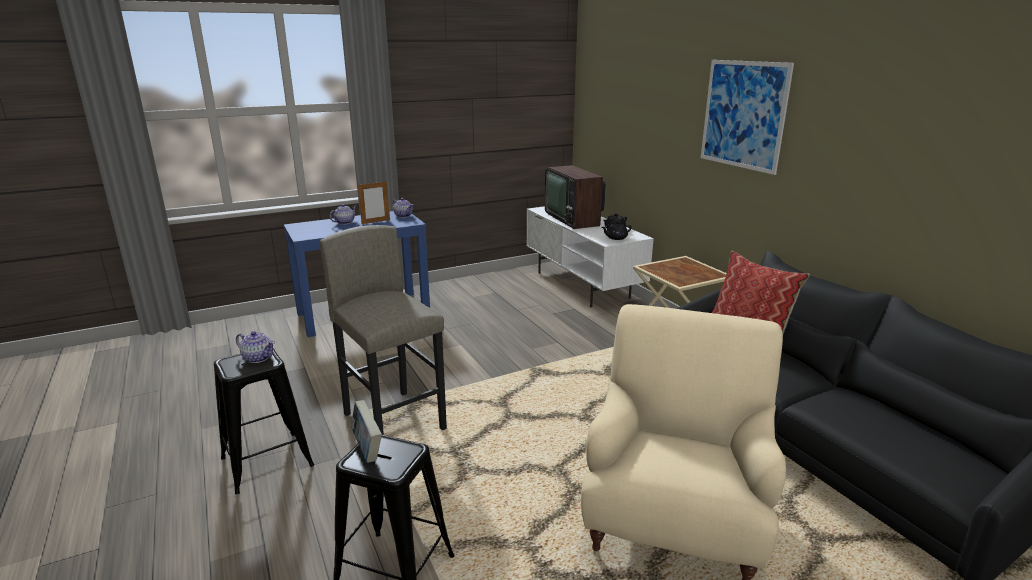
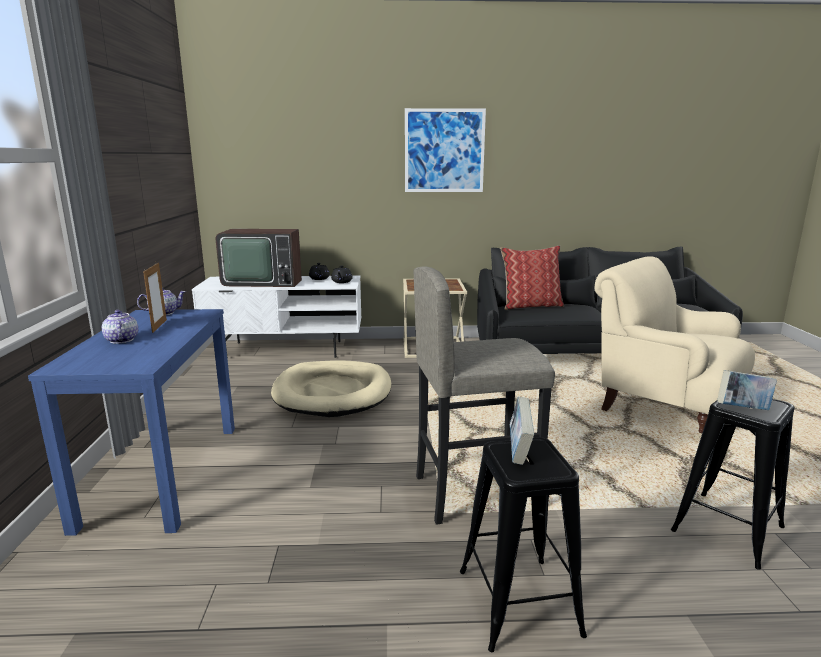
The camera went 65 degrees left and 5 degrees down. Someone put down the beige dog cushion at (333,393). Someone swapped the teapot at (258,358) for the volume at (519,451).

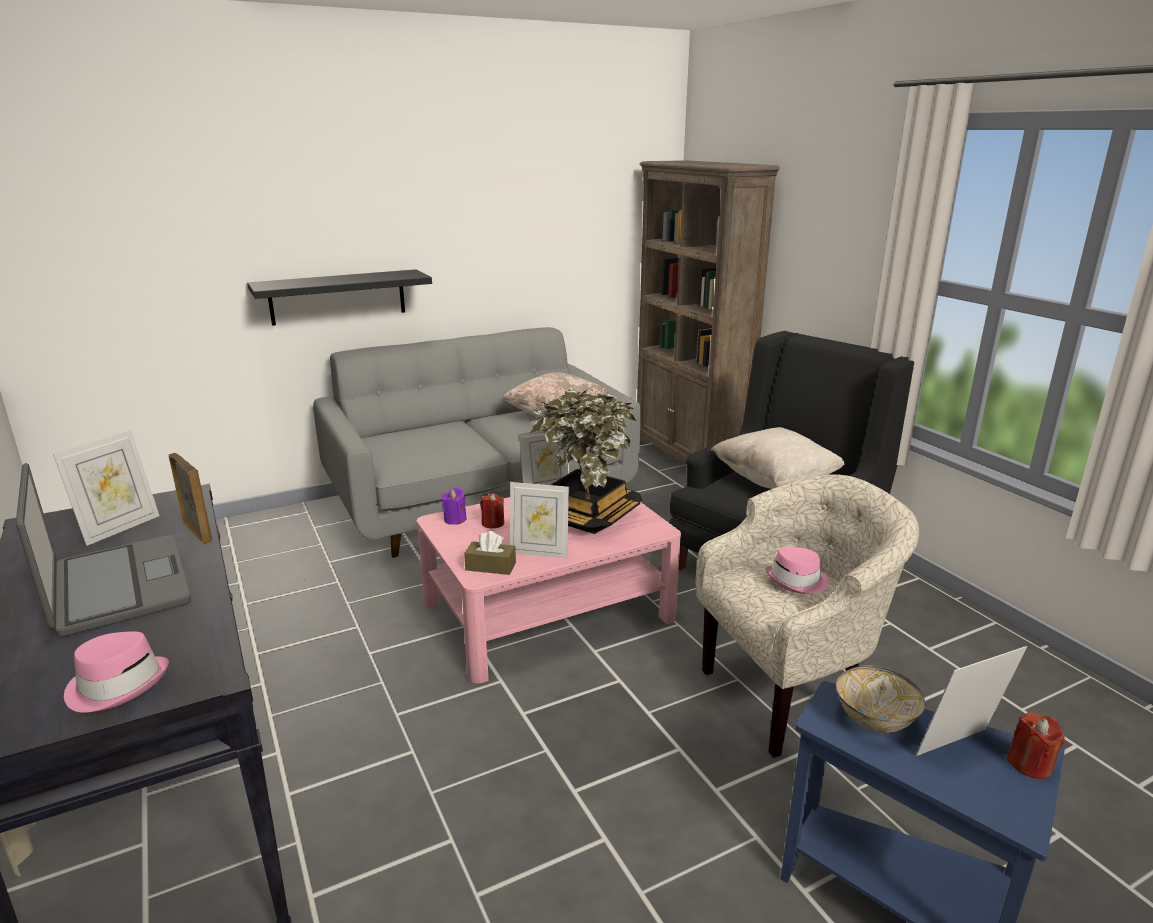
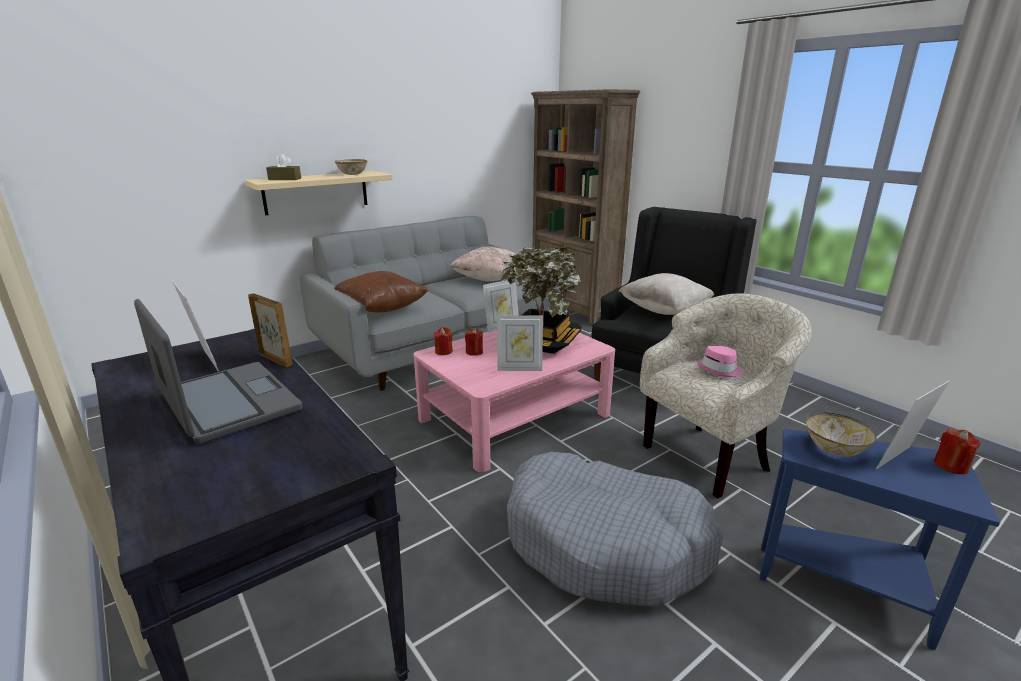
The camera went 10 degrees left and 0 degrees up. Someone rotated the photo frame at (119,528) by 60 degrees counterclockwise. Someone repainted the black-coloured bracket shelf at (338,297), which became the beige bracket shelf at (316,192). Someone carried the brownish box of tissues from (490,566) to (285,179). Someone put down the brownish cushion at (382,309). Someone put down the serving bowl at (352,174). Someone repainted the purple wax light at (455,519), which became the red-coloured wax light at (443,351). Someone put down the greyish dog cushion at (606,543). Someone took away the pink hat at (118,684).

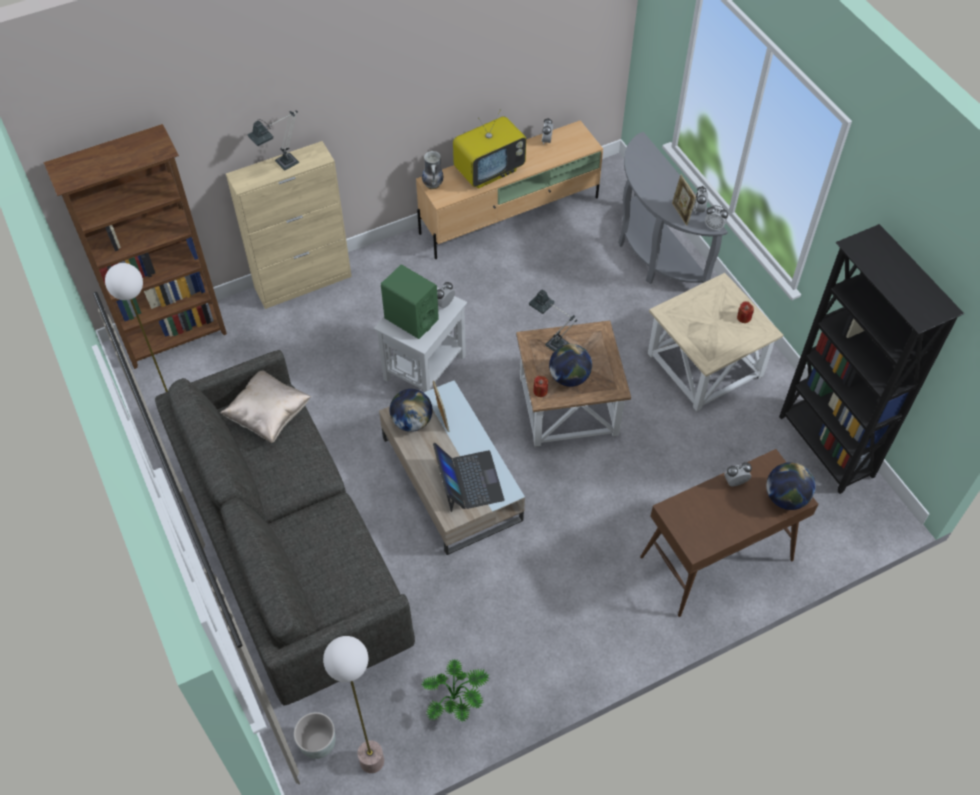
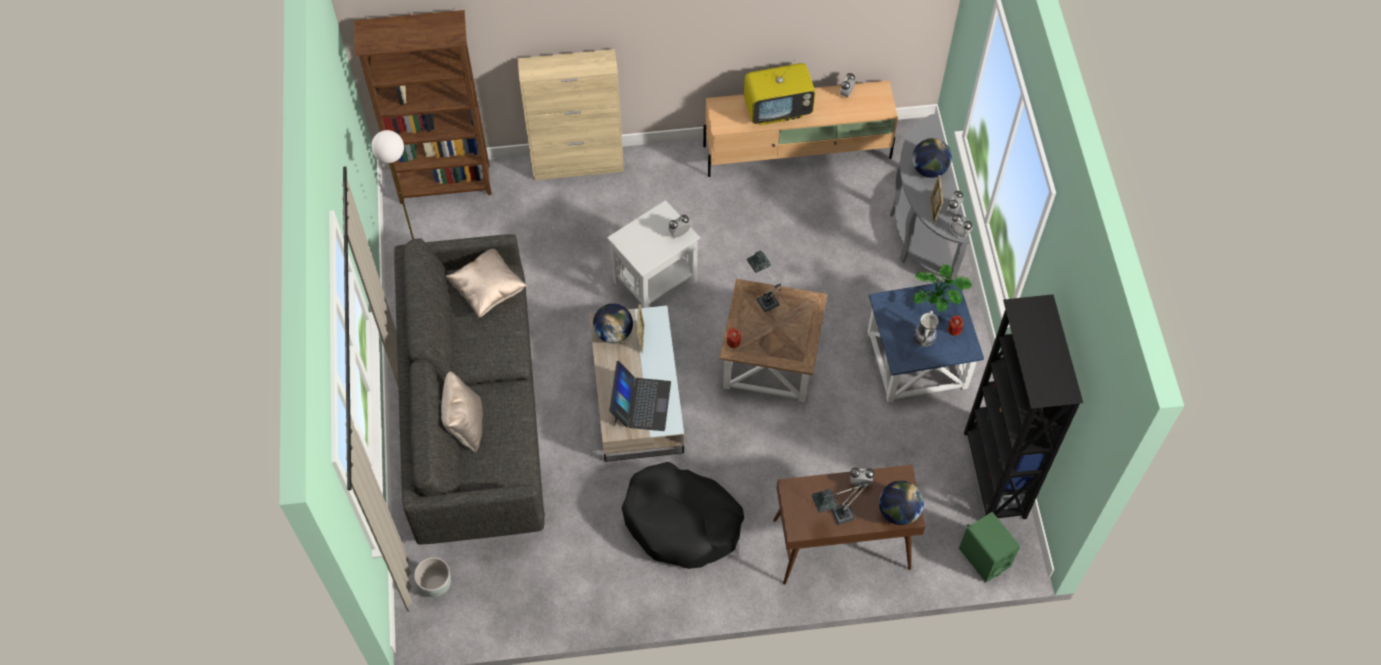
The camera went 20 degrees right and 5 degrees up. Someone put down the beige cushion at (465,425). Someone put down the black-coloured dog cushion at (681,522). Someone carried the tabletop lamp from (282,165) to (837,516). Someone repainted the beige accent table at (705,363), which became the bluish accent table at (917,359). Someone carried the globe from (569,377) to (929,169). Someone carried the potted plant from (456,701) to (938,300). Someone carried the flower vase from (433,184) to (923,340). Someone carried the green audio speaker from (411,319) to (984,557). Someone took away the standing lamp at (371,761).

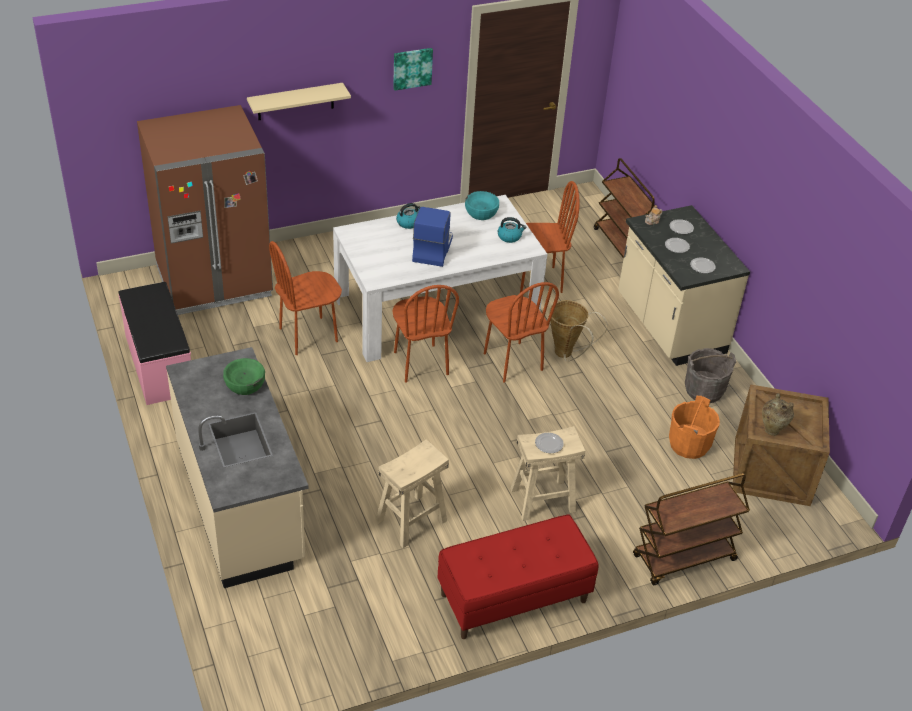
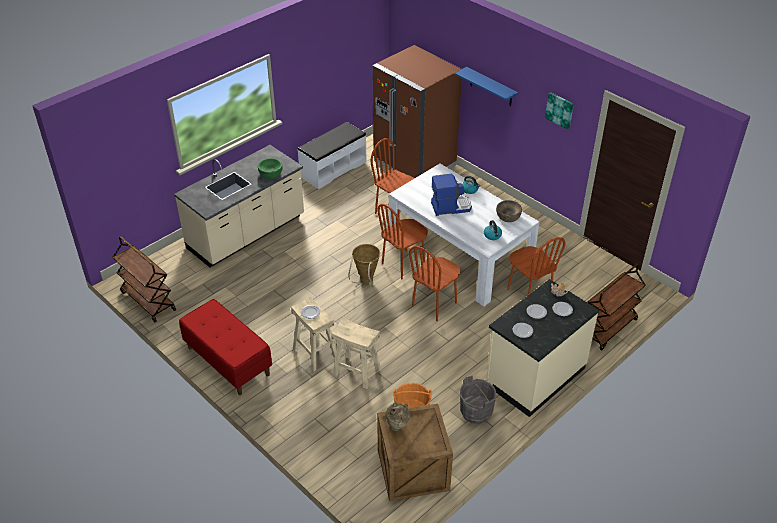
The camera went 70 degrees right and 0 degrees up. Someone carried the brownish wheeled cart from (684,559) to (147,301). Someone repainted the pink bench at (158,364), which became the whitish bench at (333,169). Someone carried the beige sitting stool from (411,521) to (356,372). Someone carried the basket from (567,354) to (365,283). Someone repainted the beige bracket shelf at (295,101), which became the bluish bracket shelf at (491,87). Someone repainted the turquoise serving bowl at (481,213), which became the brownish serving bowl at (508,216).

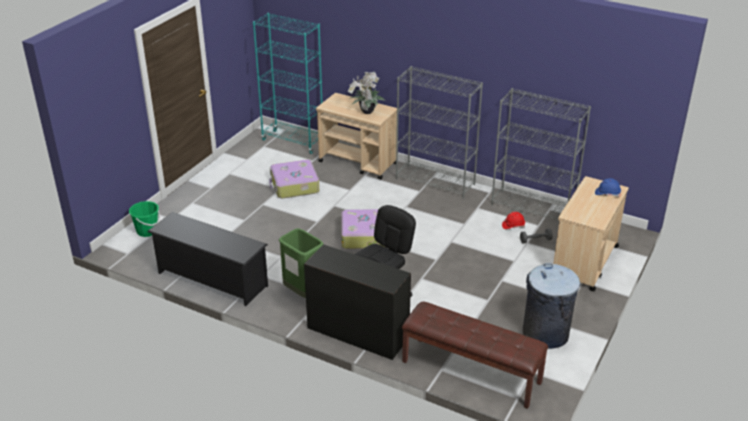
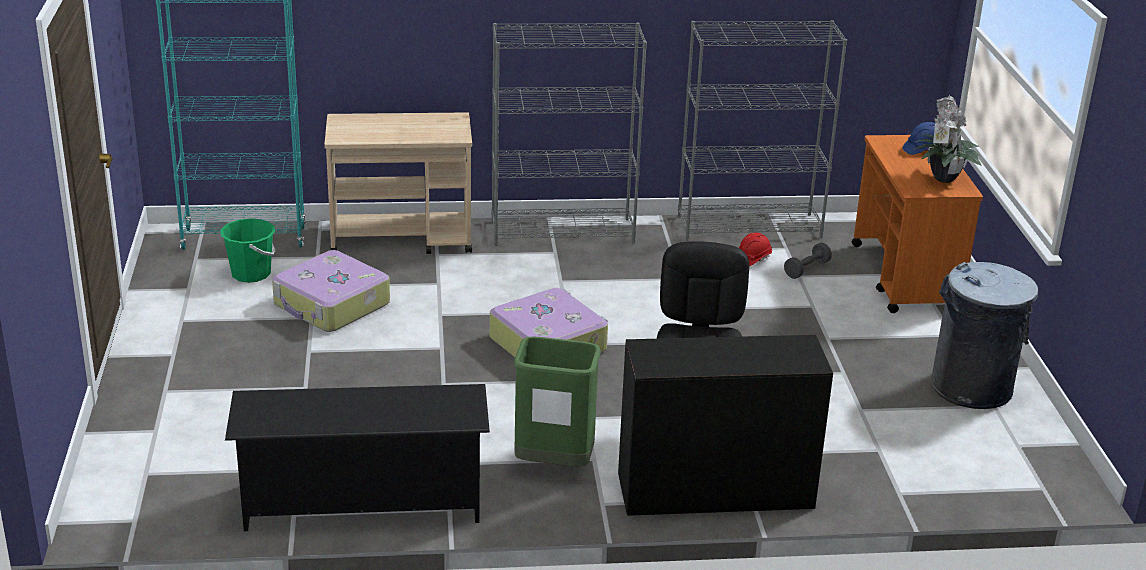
The camera went 35 degrees left and 5 degrees down. Someone carried the green water bucket from (147,231) to (251,274). Someone repainted the beige wheeled cart at (584,262), which became the orange wheeled cart at (905,277). Someone carried the potted plant from (366,112) to (942,179). Someone took away the brownish bench at (470,372).

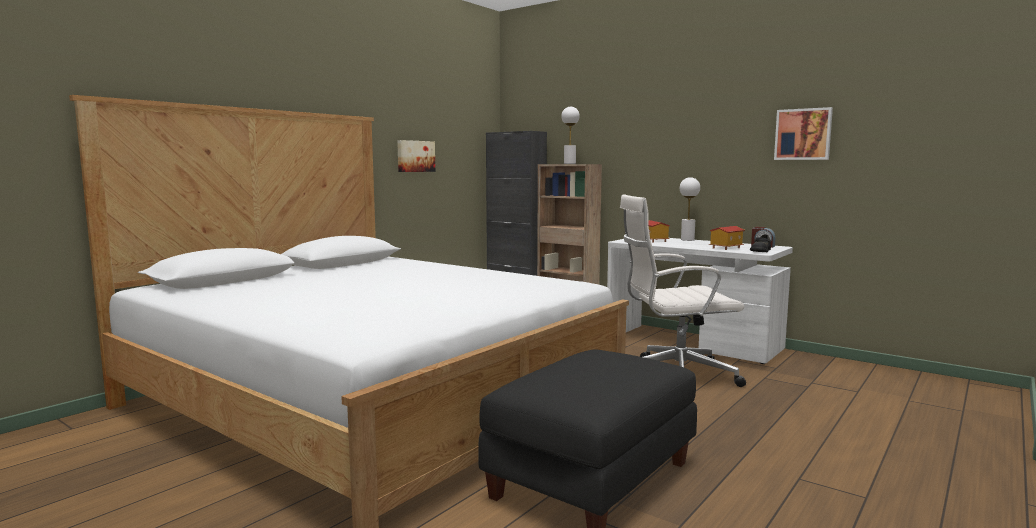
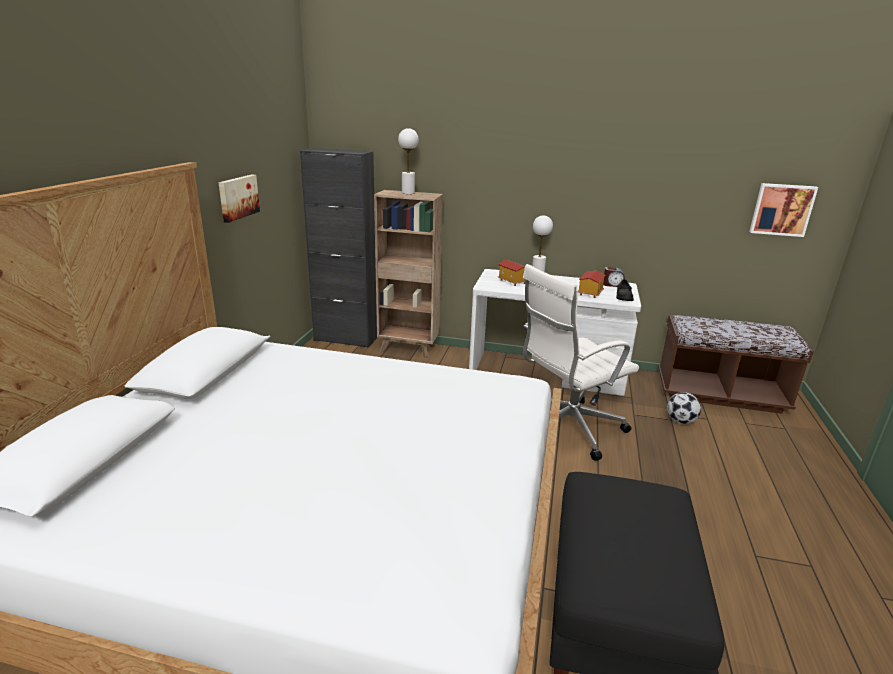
The camera went 25 degrees left and 15 degrees up. Someone put down the brownish bench at (720,394). Someone put down the ball for football at (680,421). Someone carried the picture from (803,134) to (781,209).

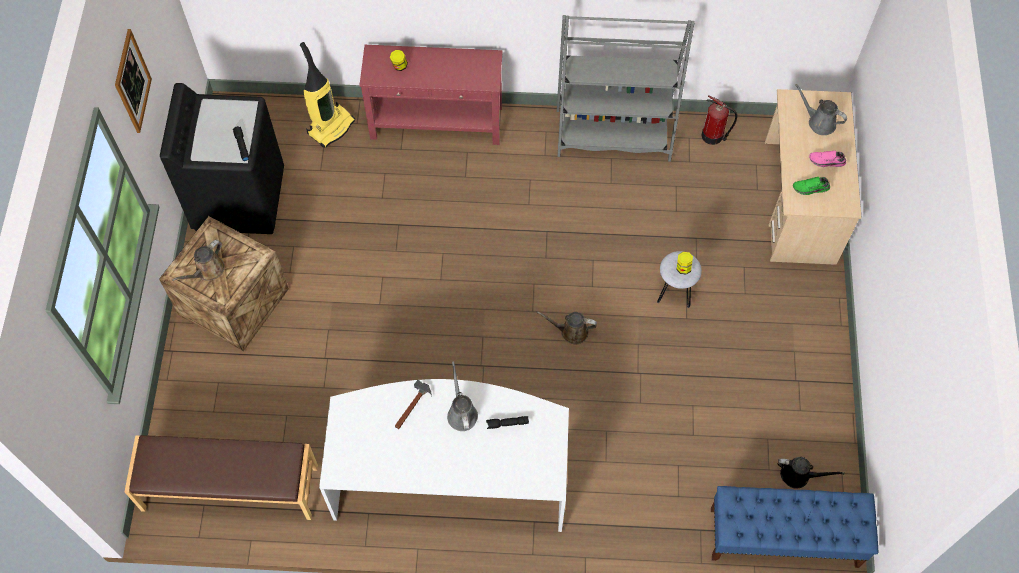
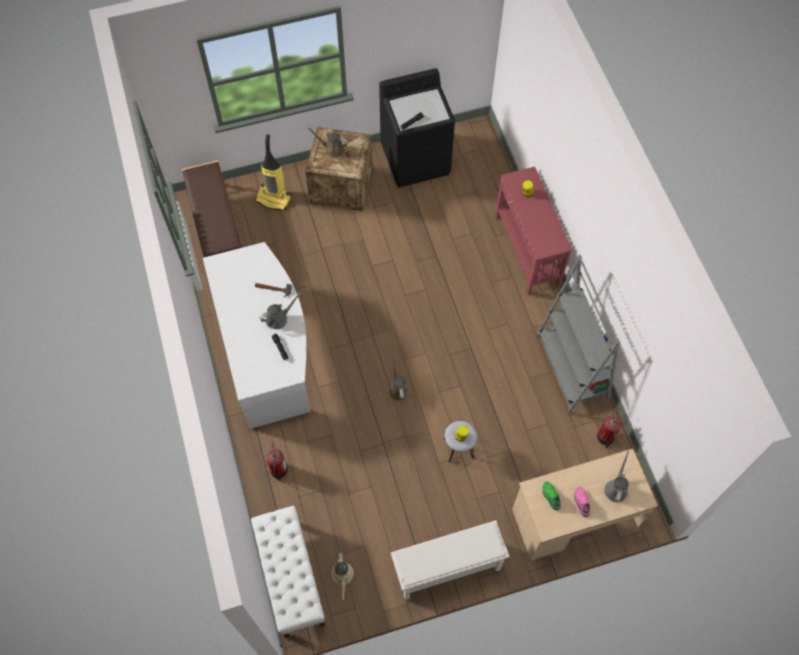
The camera went 70 degrees right and 0 degrees up. Someone repainted the bluish bench at (783,537), which became the whitish bench at (291,577). Someone carried the vacuum from (330,126) to (274,199). Someone put down the fire-fighting cylinder at (278,470). Someone repainted the black-coloured watering pot at (798,475), which became the beige watering pot at (343,576). Someone put down the whitish shoe stand at (446,569). Someone took away the picture at (132,81).

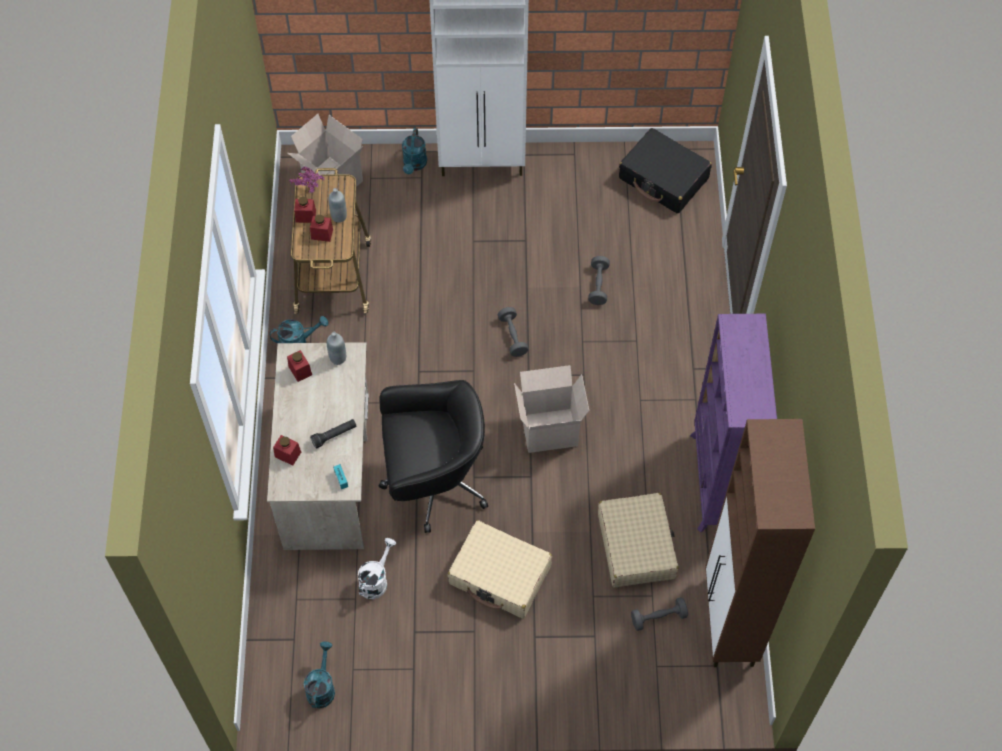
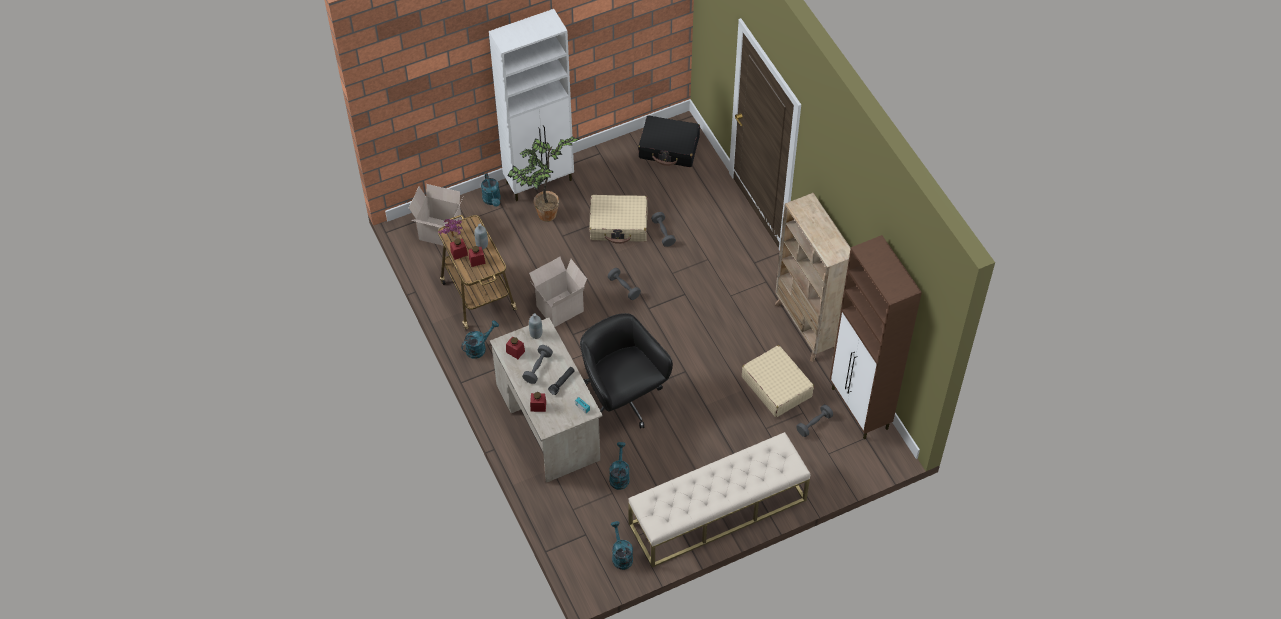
The camera went 25 degrees left and 5 degrees down. Someone put down the potted plant at (545,216). Someone put down the greyish hand weight at (538,368). Someone carried the cardboard box from (550,428) to (560,307). Someone rotated the black-coloured office chair at (433,481) by 90 degrees counterclockwise. Someone carried the beige piece of luggage from (500,575) to (619,224). Someone repainted the whitish watering pot at (376,580), which became the turquoise watering pot at (619,476). Someone put down the beige bench at (717,512). Someone repainted the purple bookshelf at (716,482), which became the beige bookshelf at (806,327).

